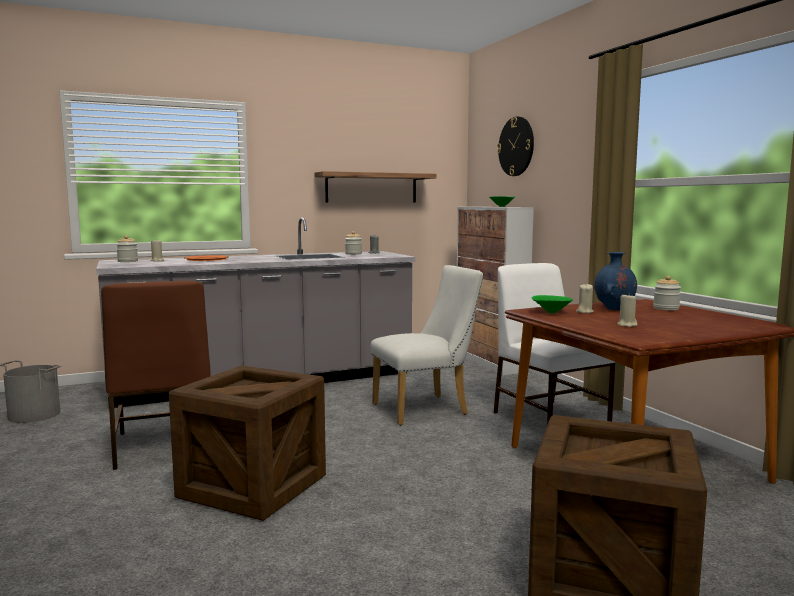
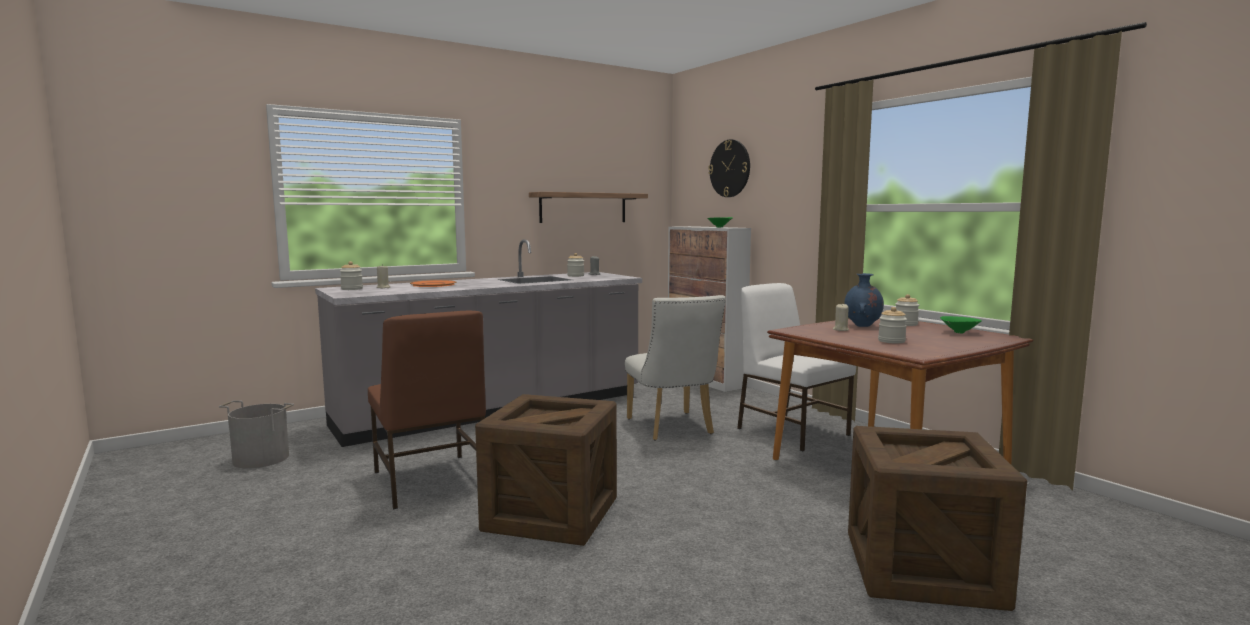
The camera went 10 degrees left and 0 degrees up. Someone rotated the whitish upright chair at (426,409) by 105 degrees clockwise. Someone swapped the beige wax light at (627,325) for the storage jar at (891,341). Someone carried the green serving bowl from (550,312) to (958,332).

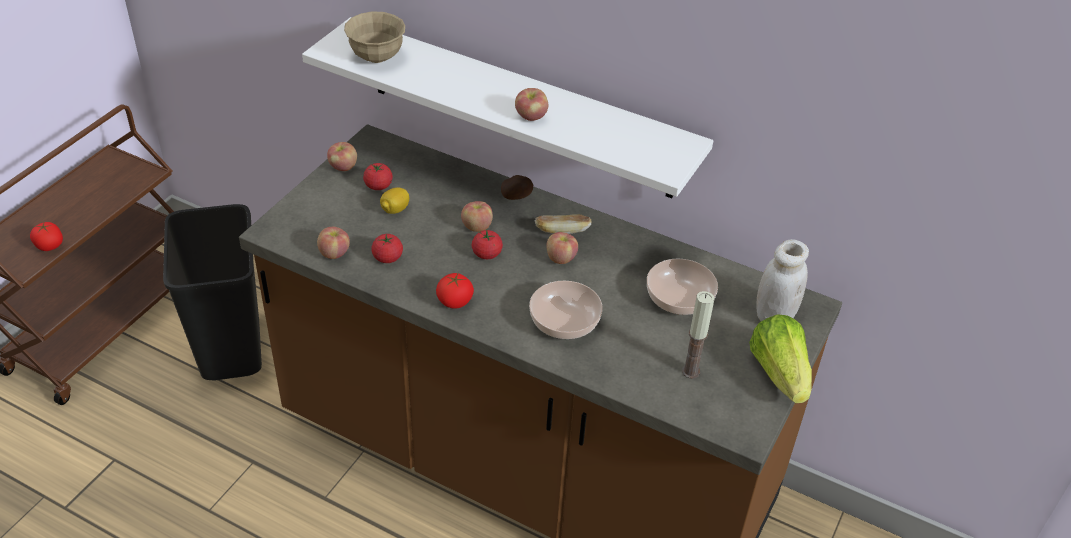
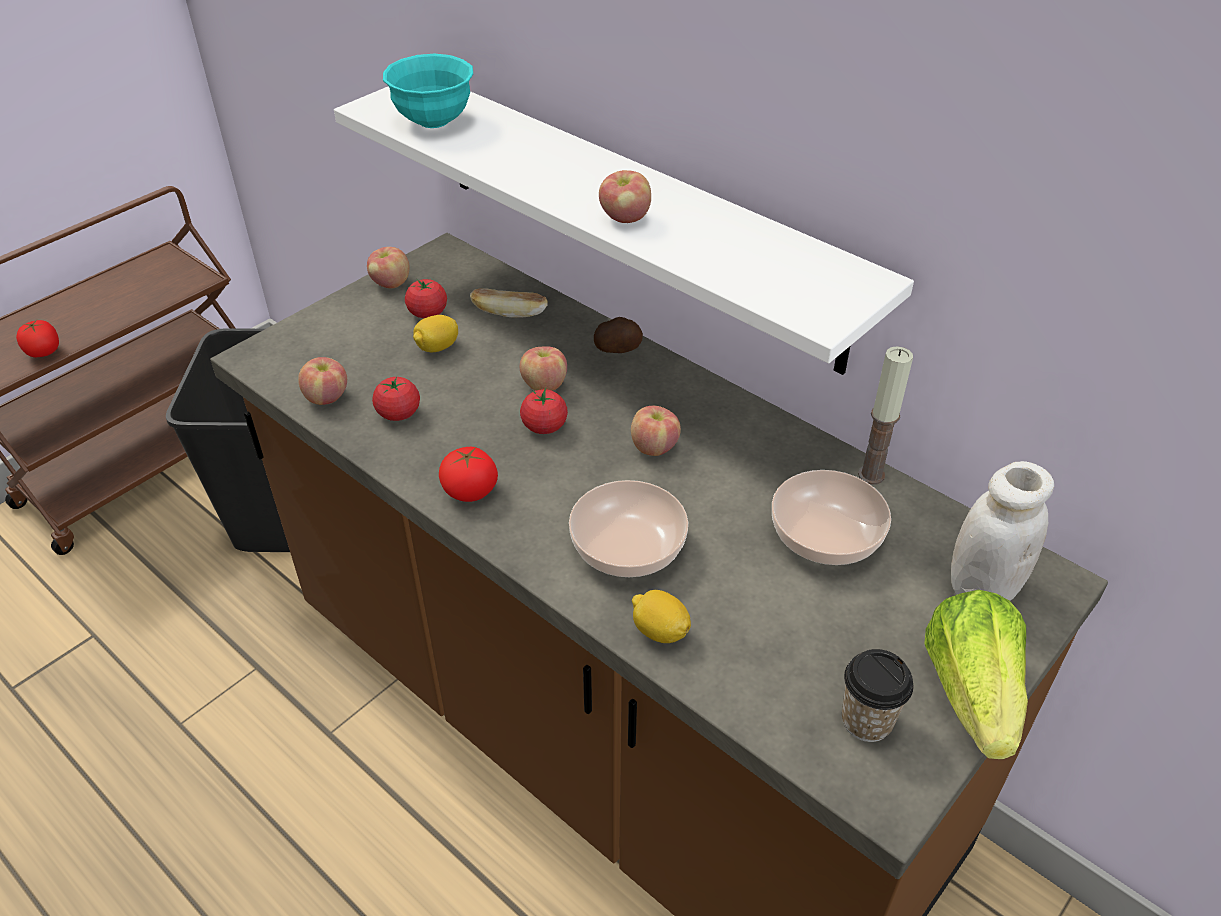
The camera went 15 degrees right and 0 degrees up. Someone repainted the beige serving bowl at (376,57), which became the turquoise serving bowl at (433,121). Someone carried the bread from (562,231) to (509,314). Someone put down the citrus fruit at (660,631). Someone put down the cup at (866,721). Someone carried the wax light from (690,371) to (871,475).

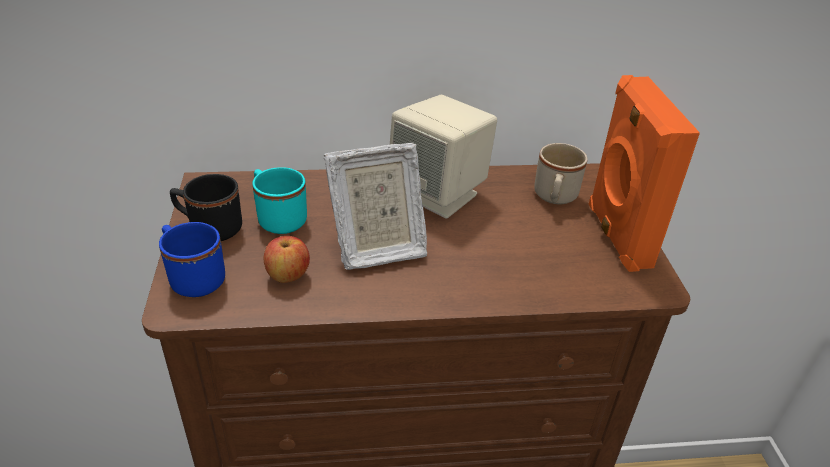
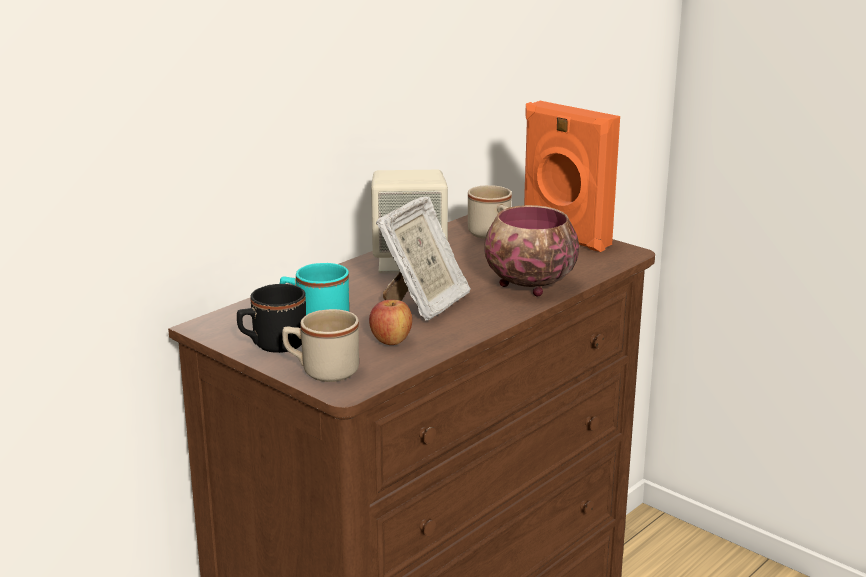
The camera went 40 degrees left and 15 degrees down. Someone repainted the bluish coffee mug at (193,277), which became the beige coffee mug at (322,371). Someone put down the serving bowl at (527,285).

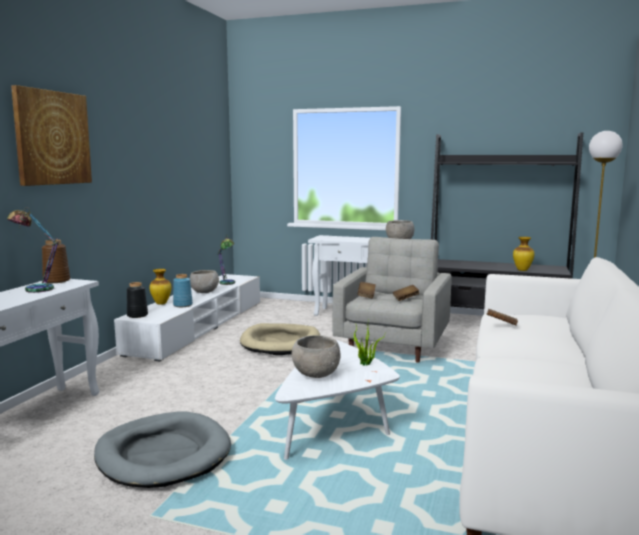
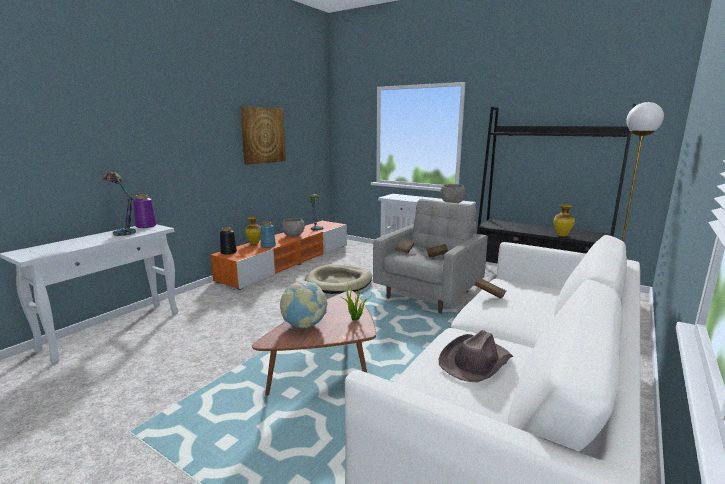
The camera went 15 degrees right and 5 degrees up. Someone repainted the brownish flower vase at (56,281), which became the purple flower vase at (146,226). Someone repainted the whitish tv unit at (199,326), which became the orange tv unit at (288,262). Someone carried the picture from (52,138) to (263,135). Someone repainted the whitish coffee table at (336,427), which became the brownish coffee table at (328,369). Someone swapped the greyish serving bowl at (315,375) for the globe at (304,325). Someone put down the brownish hat at (475,362). Someone took away the greyish dog cushion at (163,454).

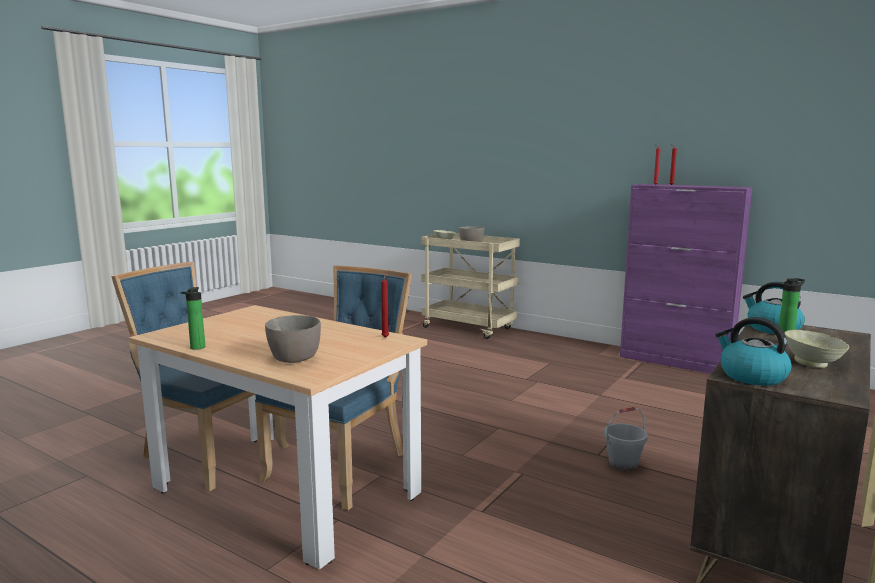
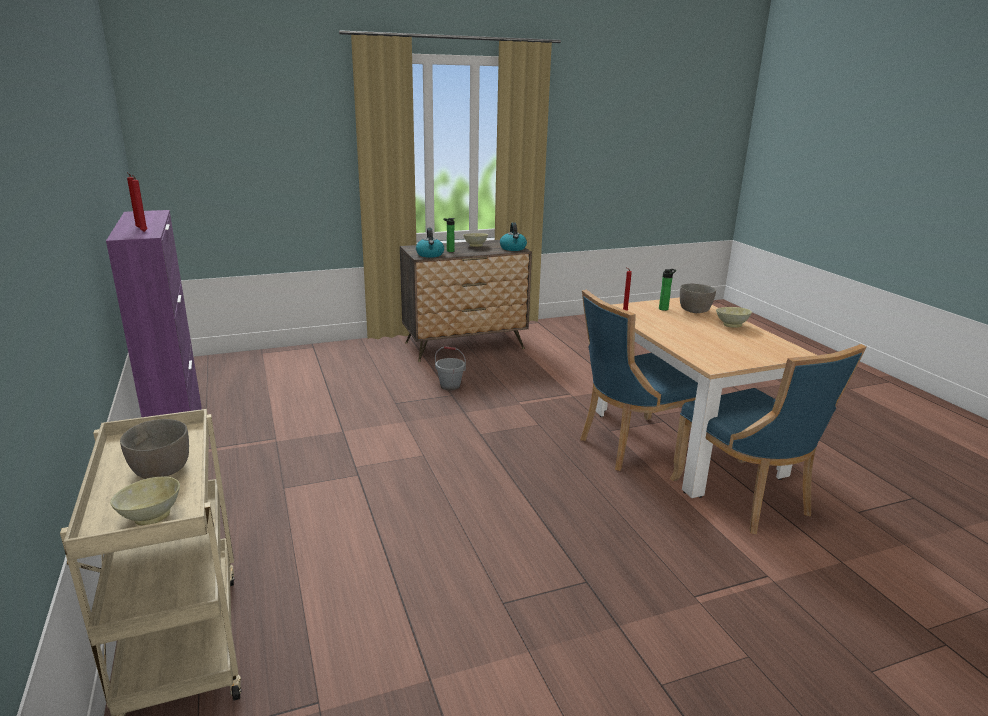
The camera went 145 degrees left and 10 degrees up. Someone carried the beverage bottle from (196,348) to (664,309). Someone put down the beige serving bowl at (731,325).

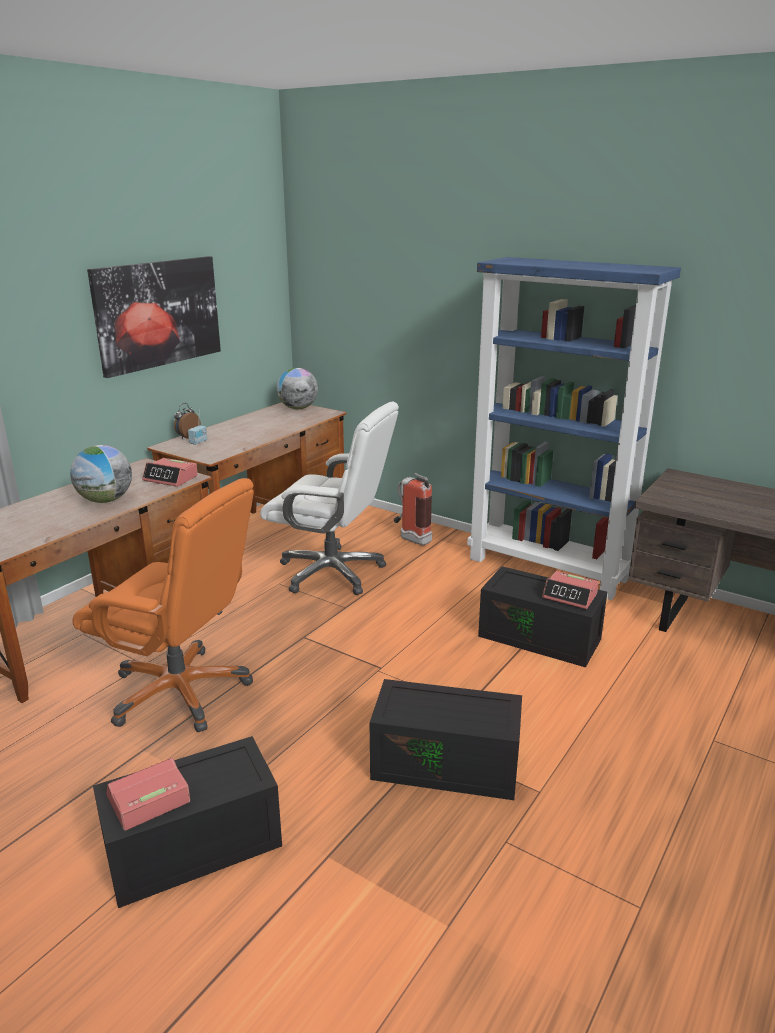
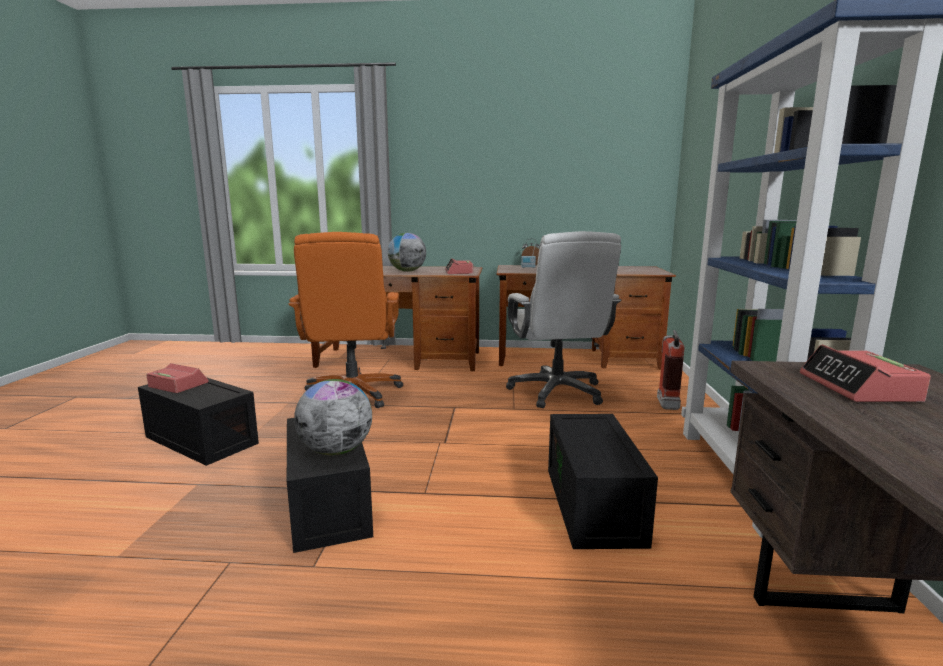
The camera went 60 degrees right and 10 degrees down. Someone carried the globe from (298,408) to (336,451). Someone carried the table clock from (570,596) to (858,388). Someone took away the picture at (158,314).

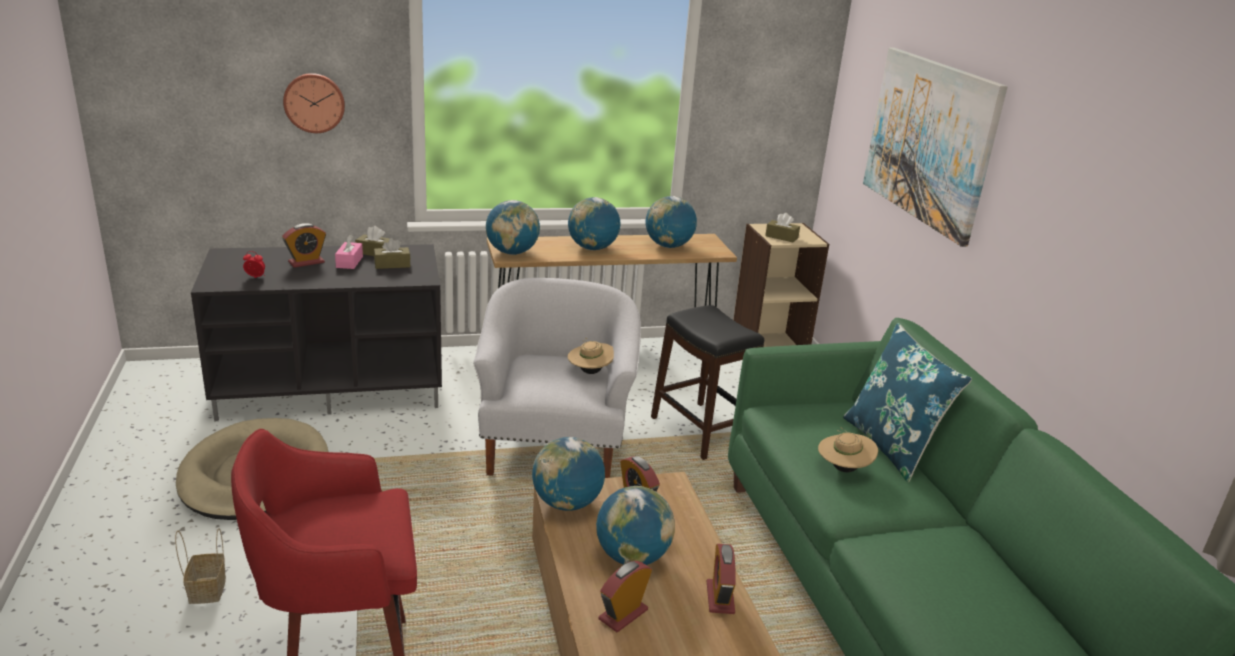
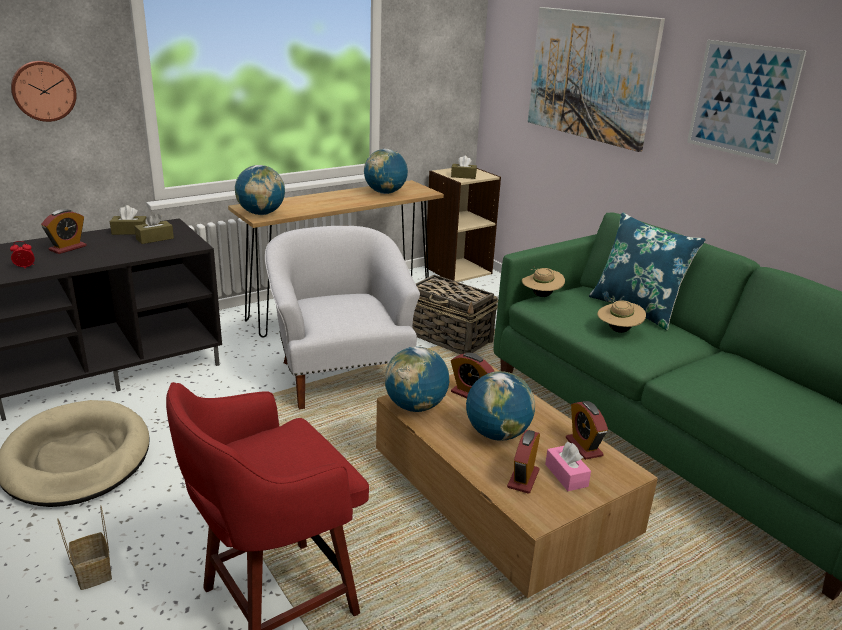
The camera went 20 degrees left and 0 degrees up. Someone swapped the black-coloured sitting stool at (702,430) for the basket at (449,338). Someone carried the beige hat from (590,371) to (541,295). Someone carried the pink box of tissues from (349,262) to (566,475). Someone put up the picture at (742,100). Someone took away the globe at (592,248).

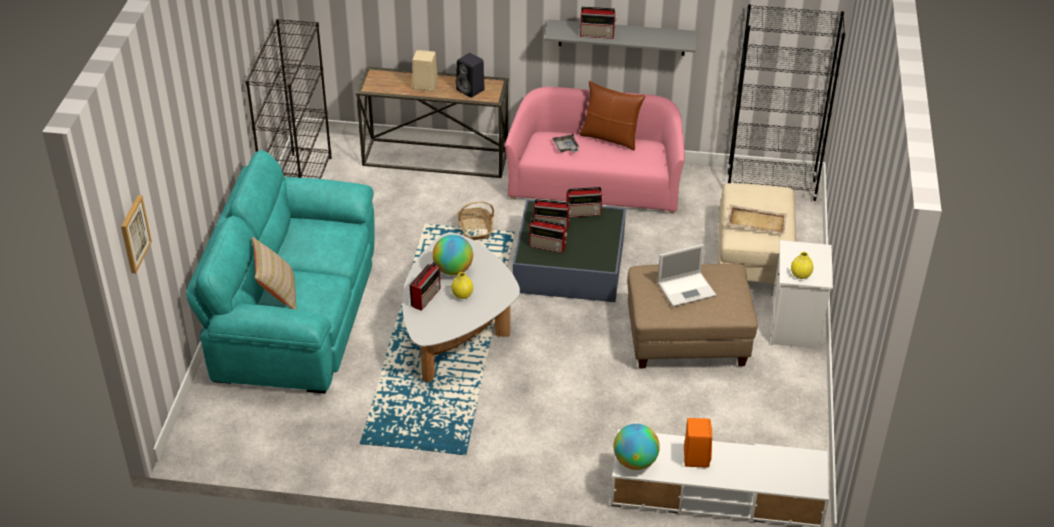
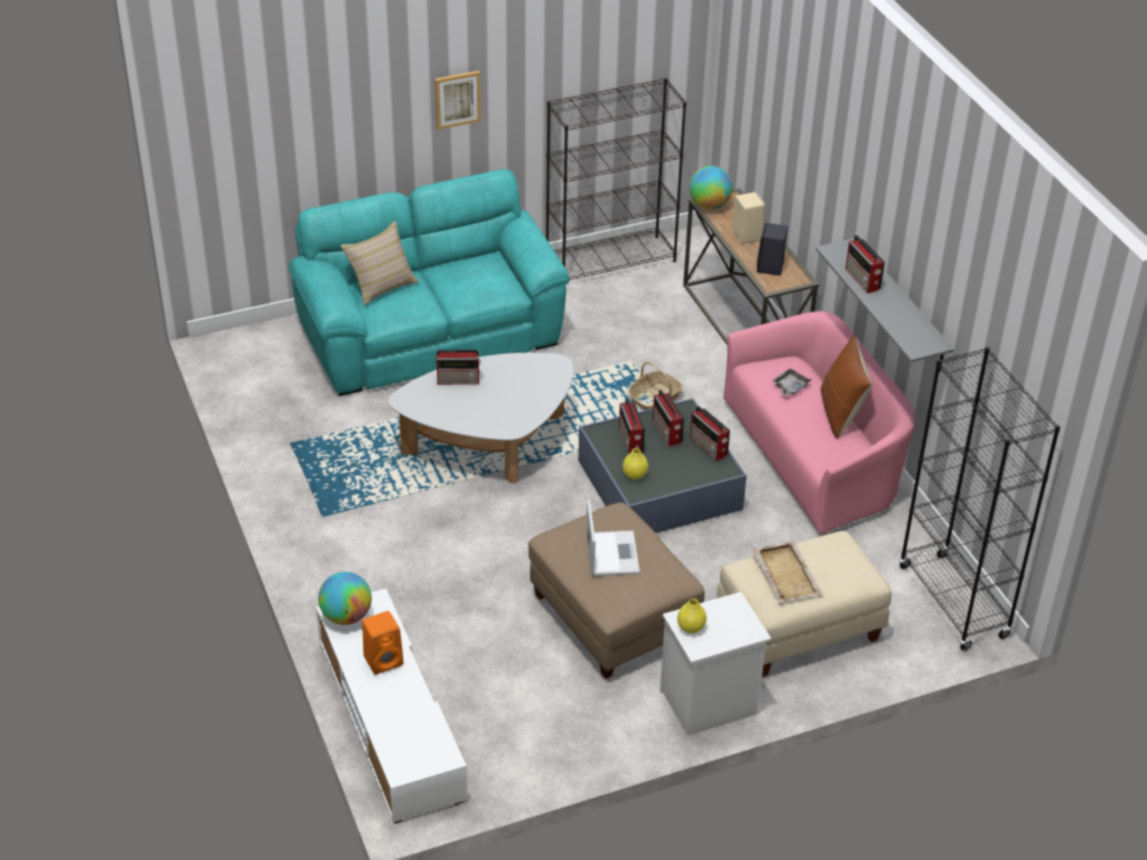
The camera went 60 degrees right and 0 degrees up. Someone carried the picture from (134,234) to (457,99). Someone rotated the laptop at (687,289) by 135 degrees counterclockwise. Someone carried the yellow-coloured flower vase from (462,295) to (635,475). Someone carried the globe from (453,270) to (709,205).

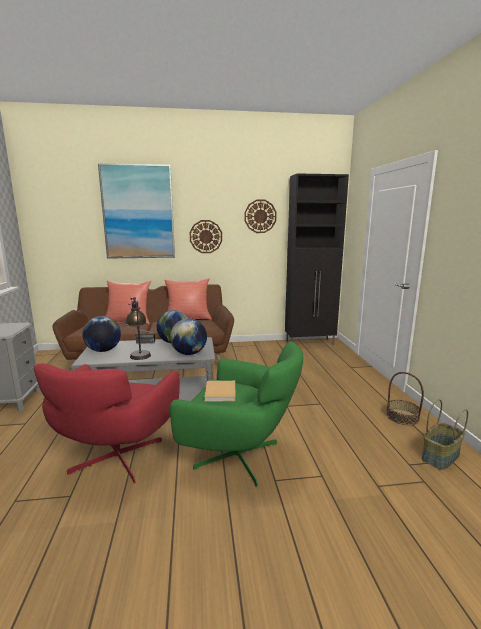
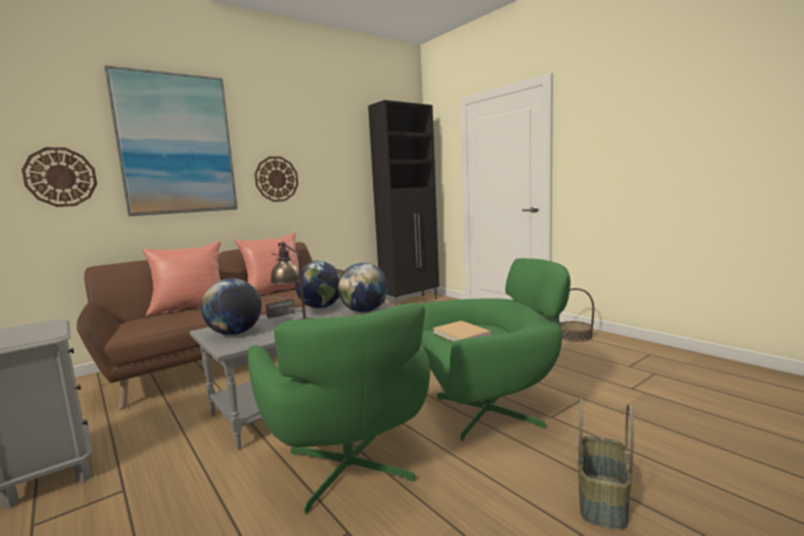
The camera went 30 degrees left and 5 degrees down. Someone carried the clock on the wall from (260,216) to (61,177). Someone repainted the red-coloured armchair at (115,459), which became the green armchair at (350,470). Someone carried the basket from (441,457) to (603,501).

